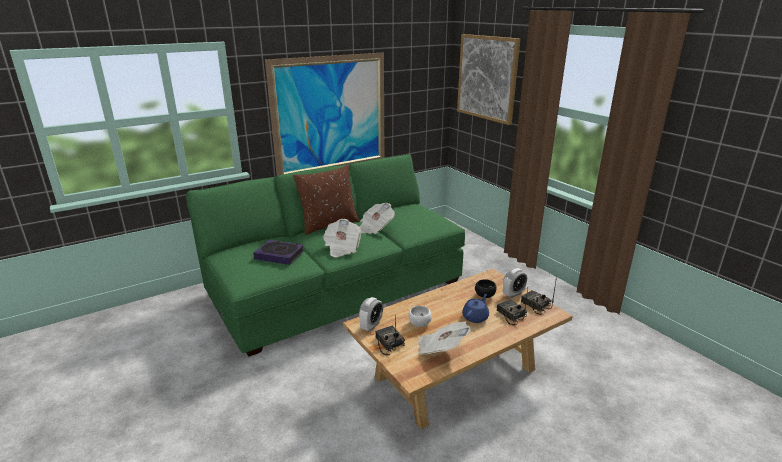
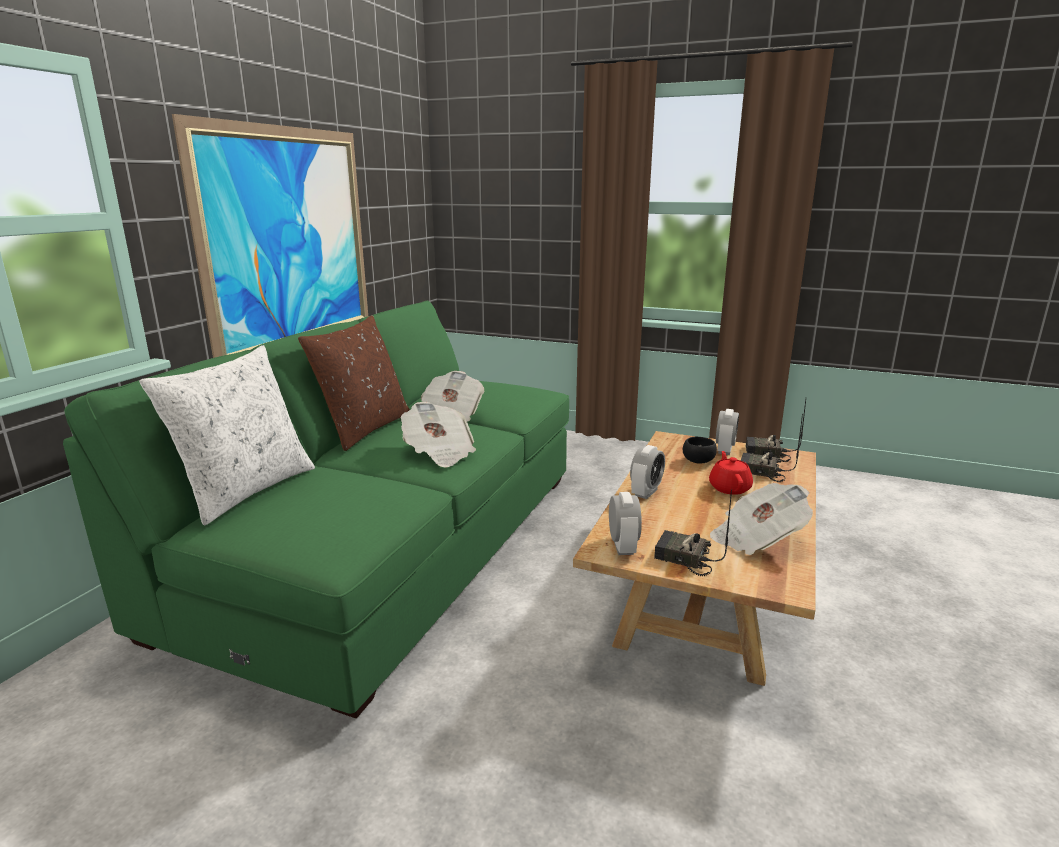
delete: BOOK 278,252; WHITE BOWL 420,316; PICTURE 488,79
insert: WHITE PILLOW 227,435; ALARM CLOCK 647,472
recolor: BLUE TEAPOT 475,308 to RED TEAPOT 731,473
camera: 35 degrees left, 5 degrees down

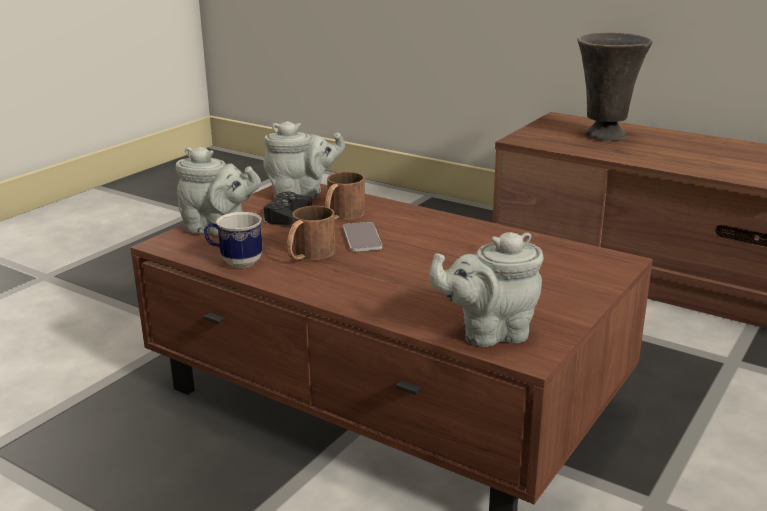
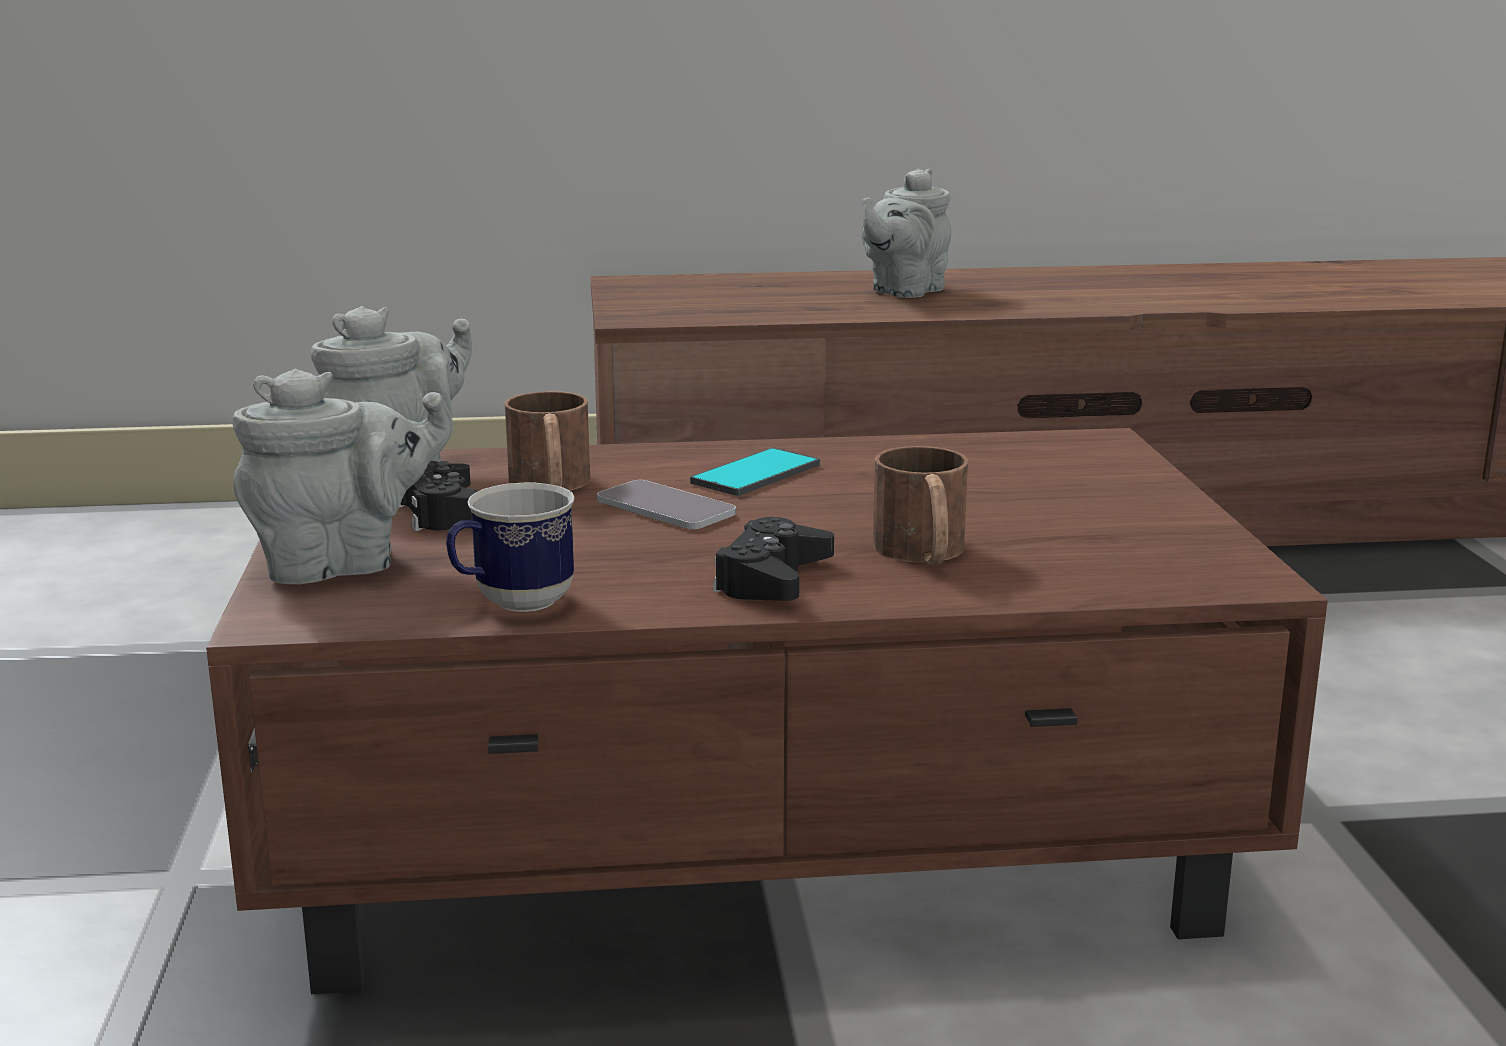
delete: GREY VASE 615,86
insert: PHONE 755,472; BLACK GAME CONTROLLER 773,559
move: BROWN MUG 311,233 to 920,505; GREY TEAPOT 486,289 to 906,233
camera: 40 degrees left, 5 degrees down

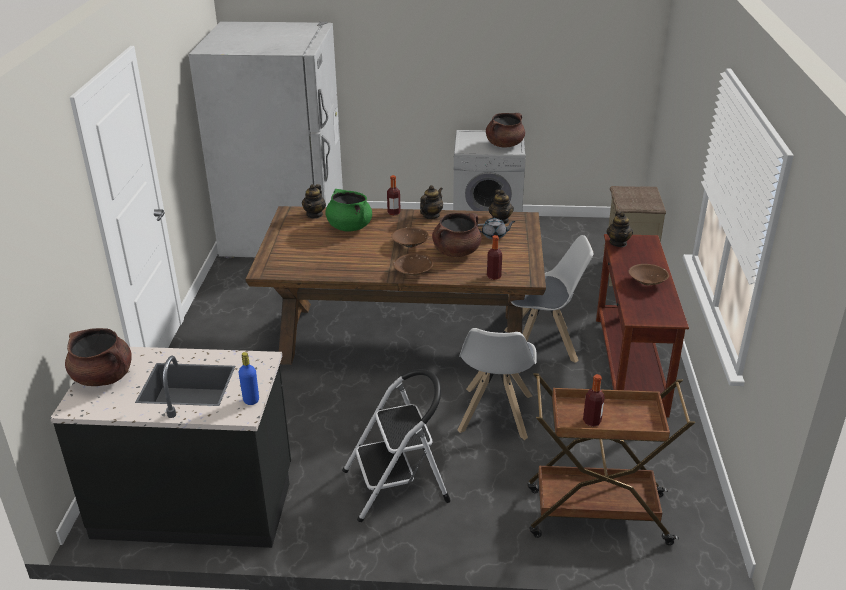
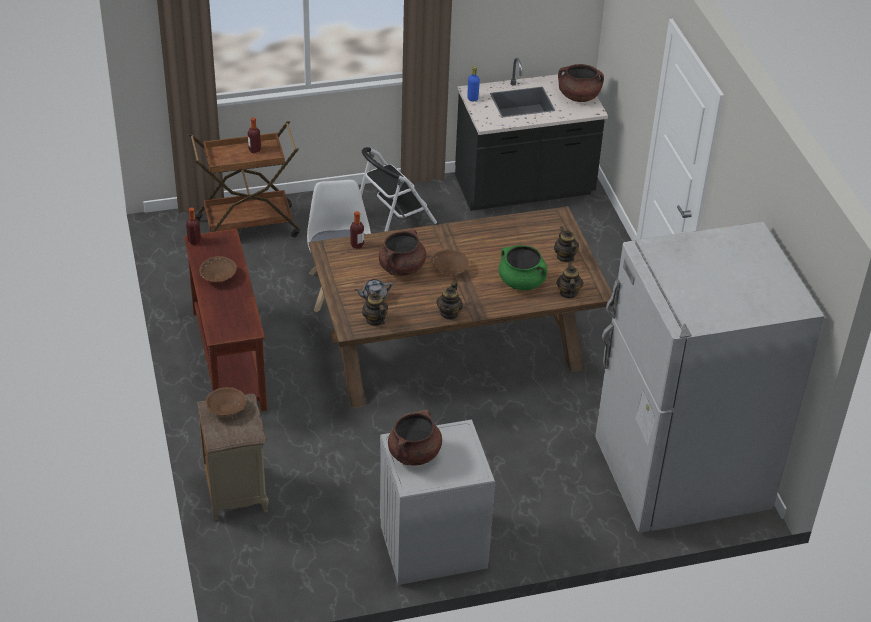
delete: CHAIR 549,299
move: BOTTLE 394,195 to 193,226; BROWN BOWL 413,264 to 226,401; TEAPOT 620,229 to 566,244
camera: 160 degrees right, 10 degrees up

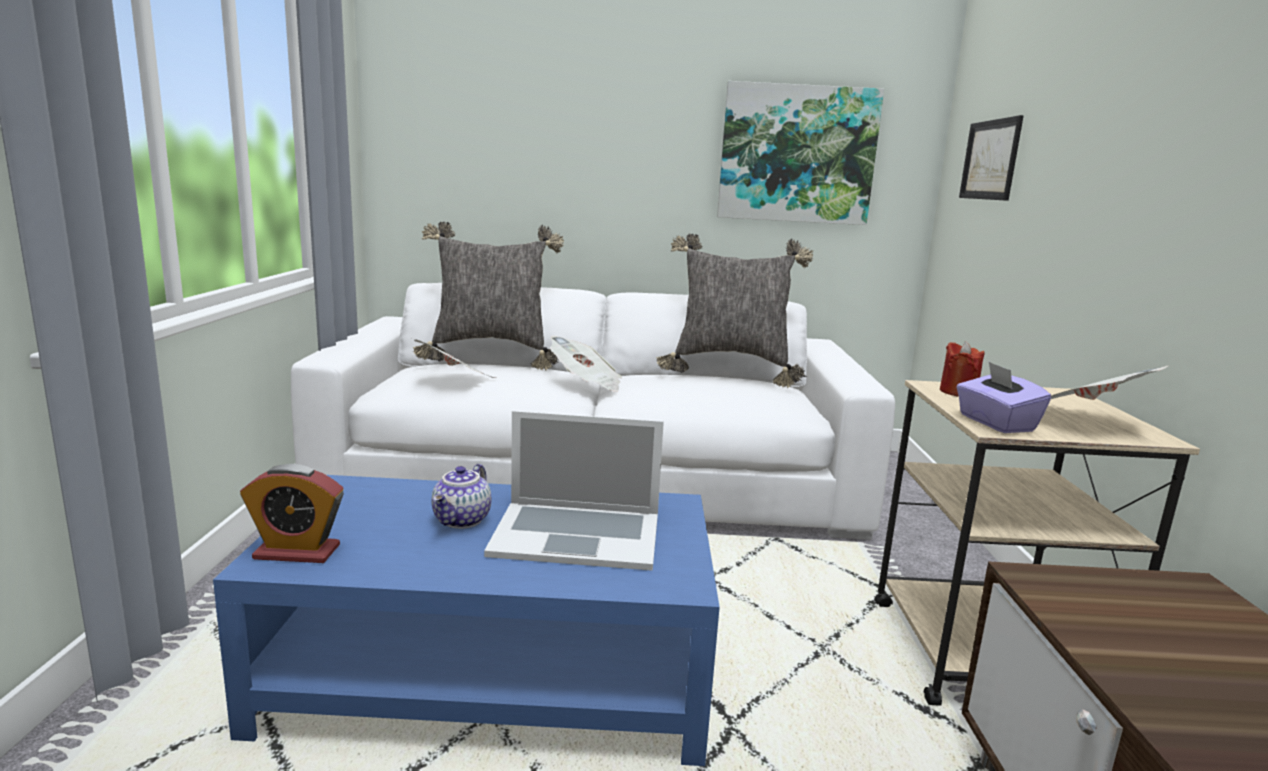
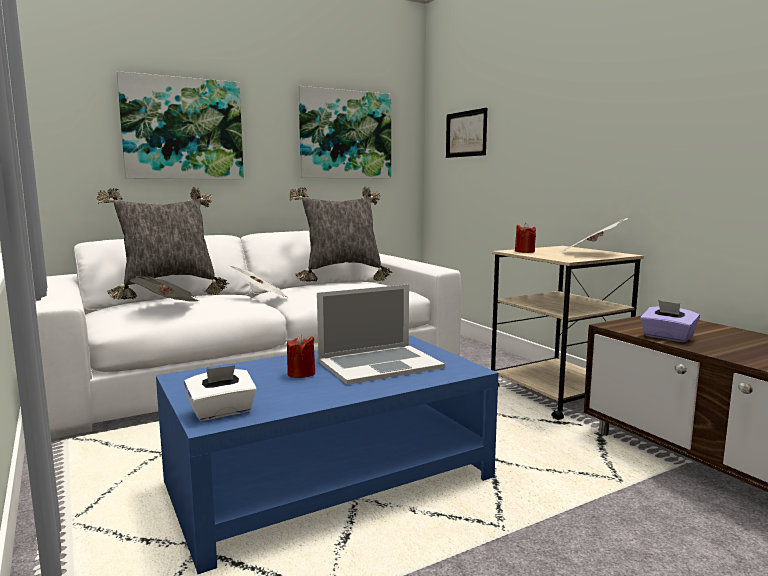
insert: PICTURE 180,125
move: PURPLE TISSUE BOX 1004,397 to 670,321
replace: ALARM CLOCK 292,513 to WHITE TISSUE BOX 220,393; TEAPOT 461,496 to RED CANDLE 301,356
camera: 30 degrees left, 5 degrees down

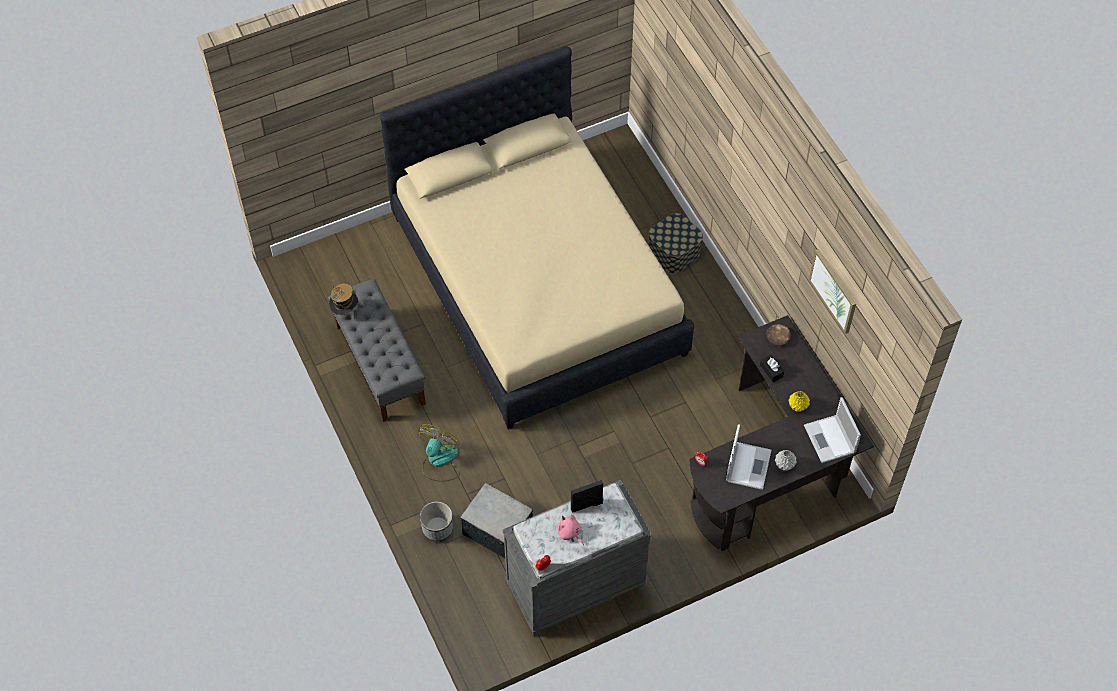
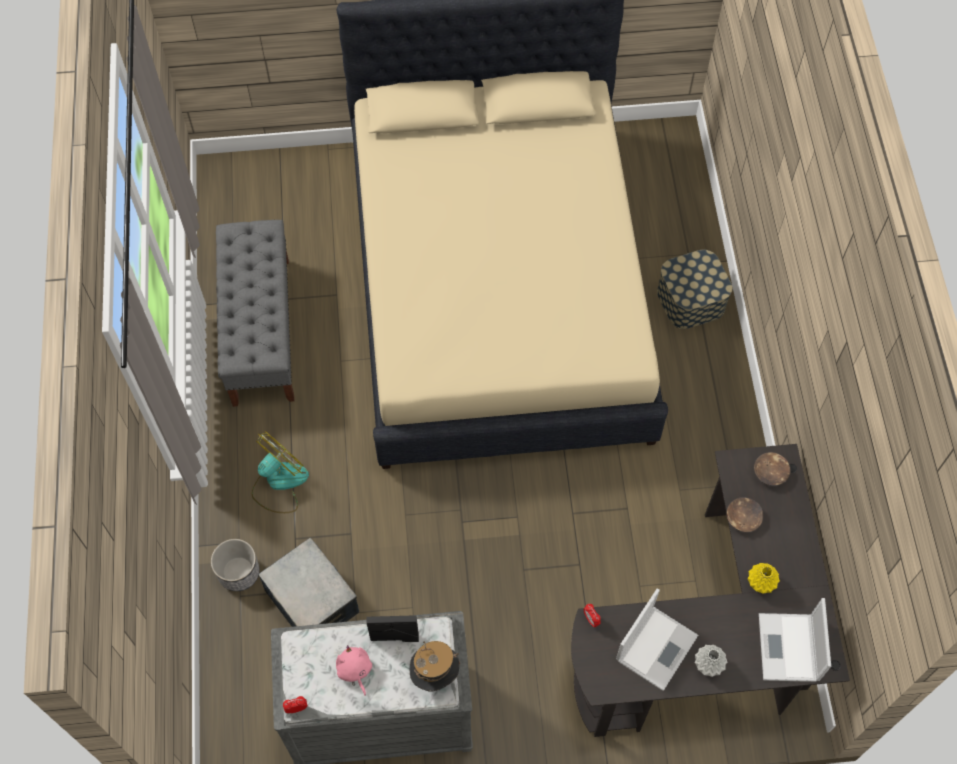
delete: PICTURE 832,291
move: HAT 343,299 to 435,666
replace: BLACK TISSUE BOX 772,368 to BROWN BOWL 745,514
camera: 20 degrees right, 5 degrees up

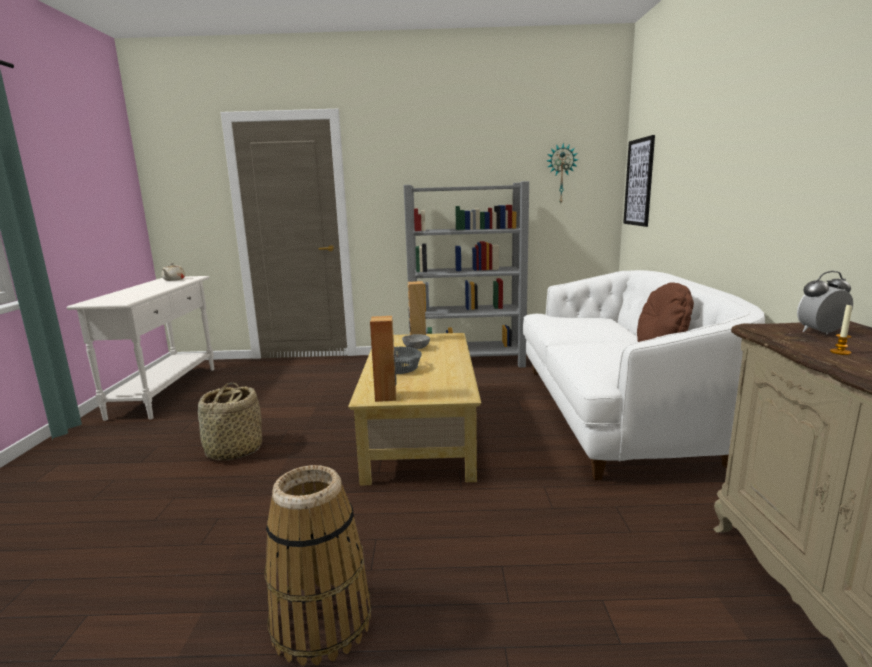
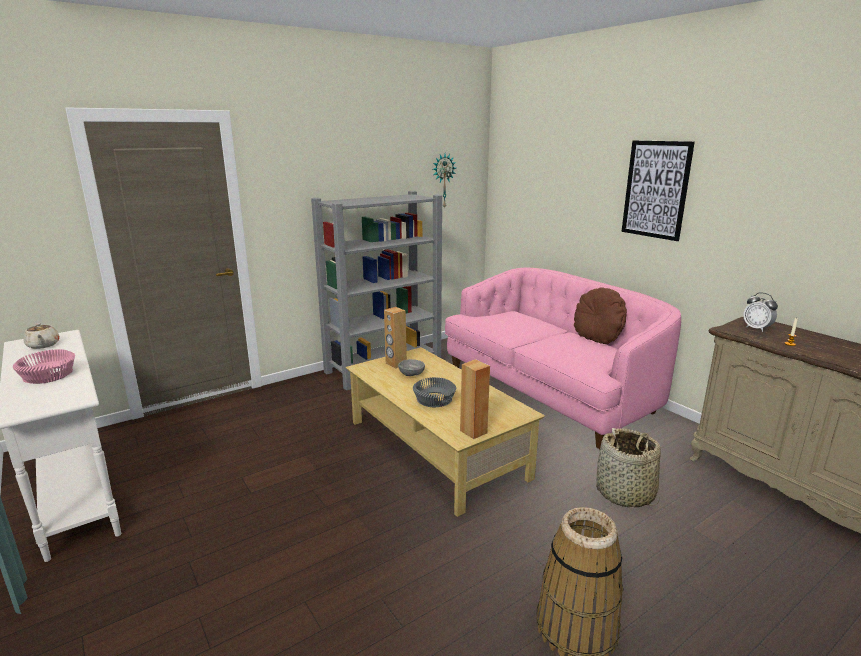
insert: PINK BOWL 44,366
move: BASKET 230,421 to 628,467; PICTURE 639,181 to 658,190
recolor: WHITE SOFA 644,375 to PINK SOFA 563,358
rotate: ALARM CLOCK 825,302 = 760,312 75 degrees counterclockwise
camera: 35 degrees left, 5 degrees up

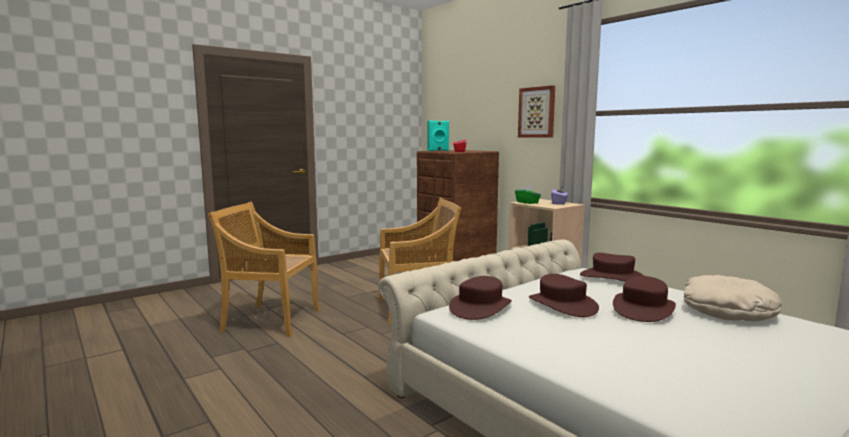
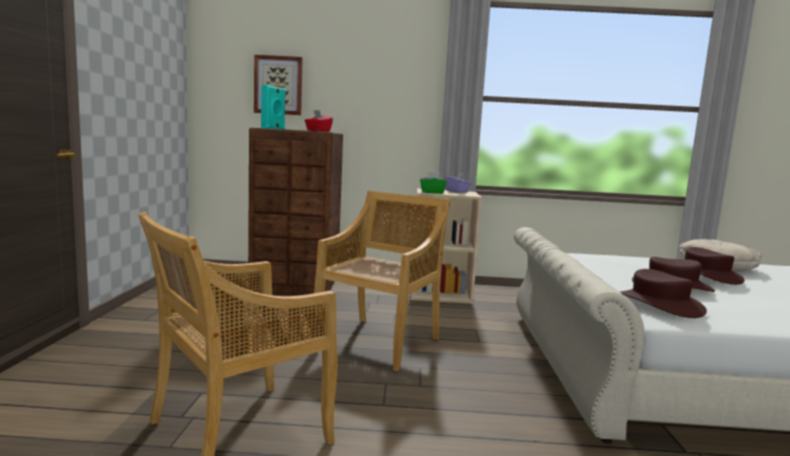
delete: BROWN HAT 612,267
move: PICTURE 536,111 to 278,85
camera: 50 degrees left, 0 degrees up

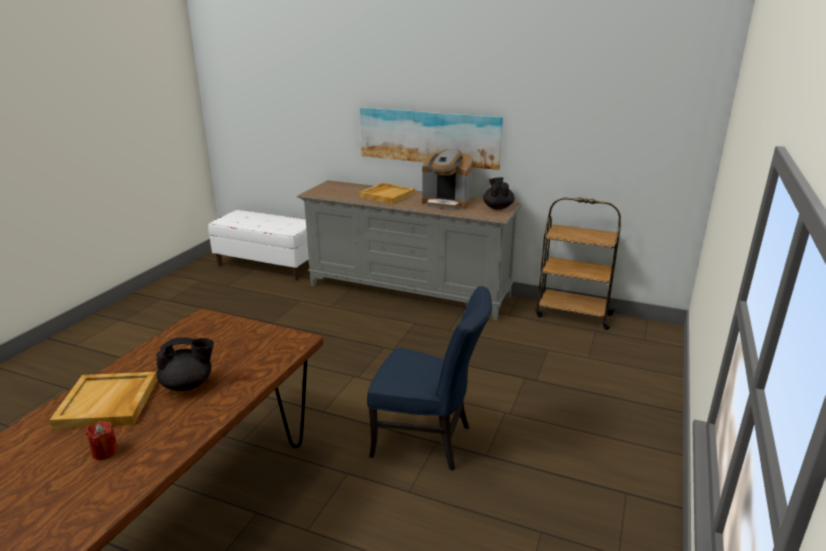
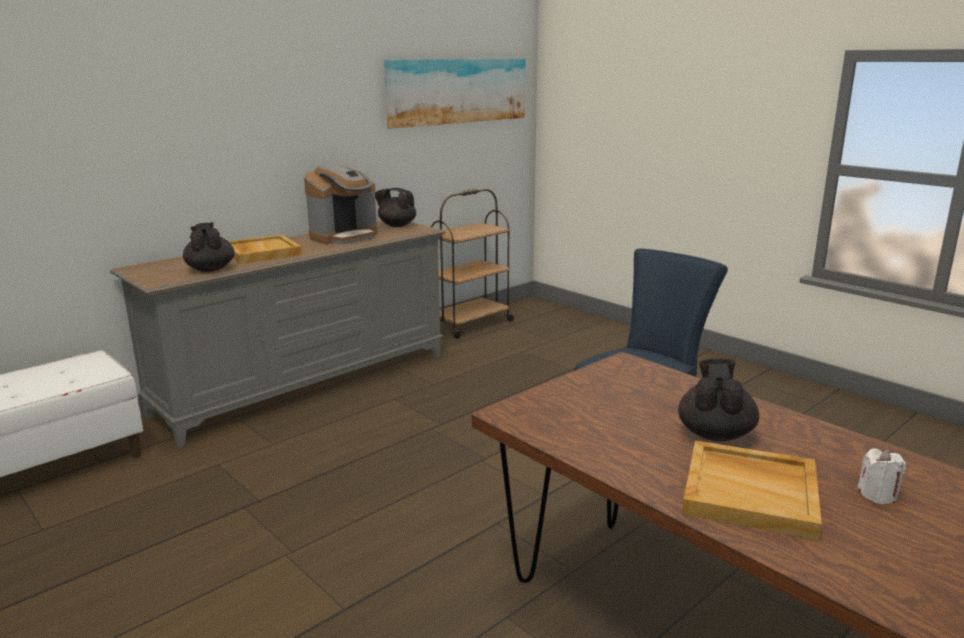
insert: BLACK TEAPOT 209,247
move: PICTURE 431,138 to 454,93
recolor: RED CANDLE 102,440 to WHITE CANDLE 881,476
camera: 65 degrees left, 5 degrees down

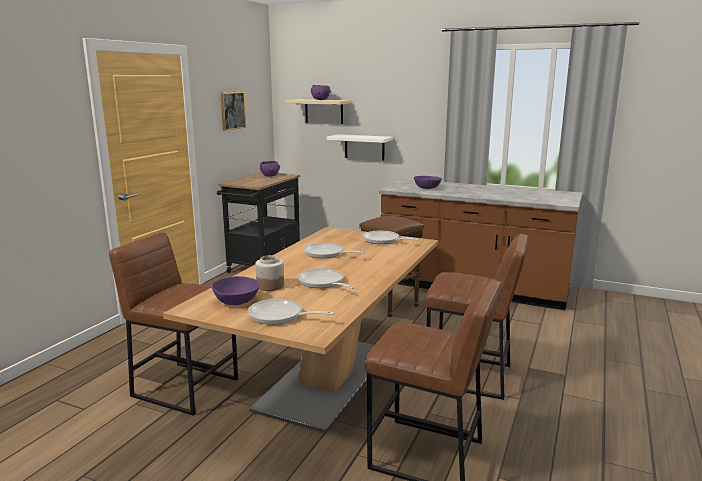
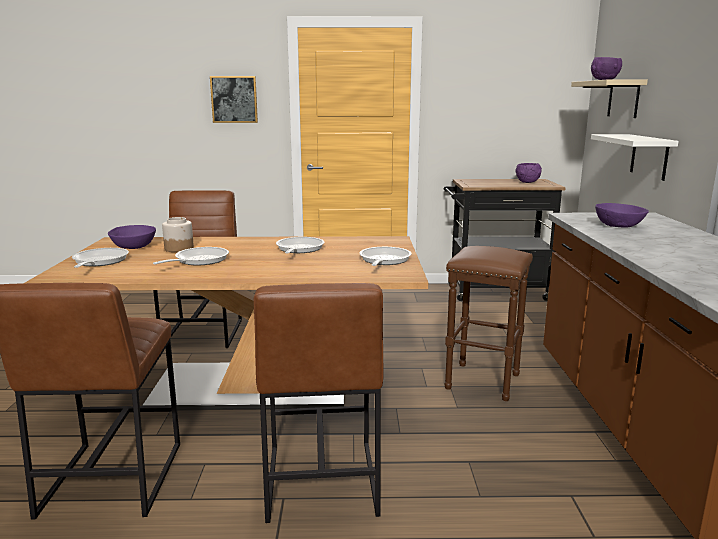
move: PICTURE 233,111 to 234,99
camera: 65 degrees right, 0 degrees up

